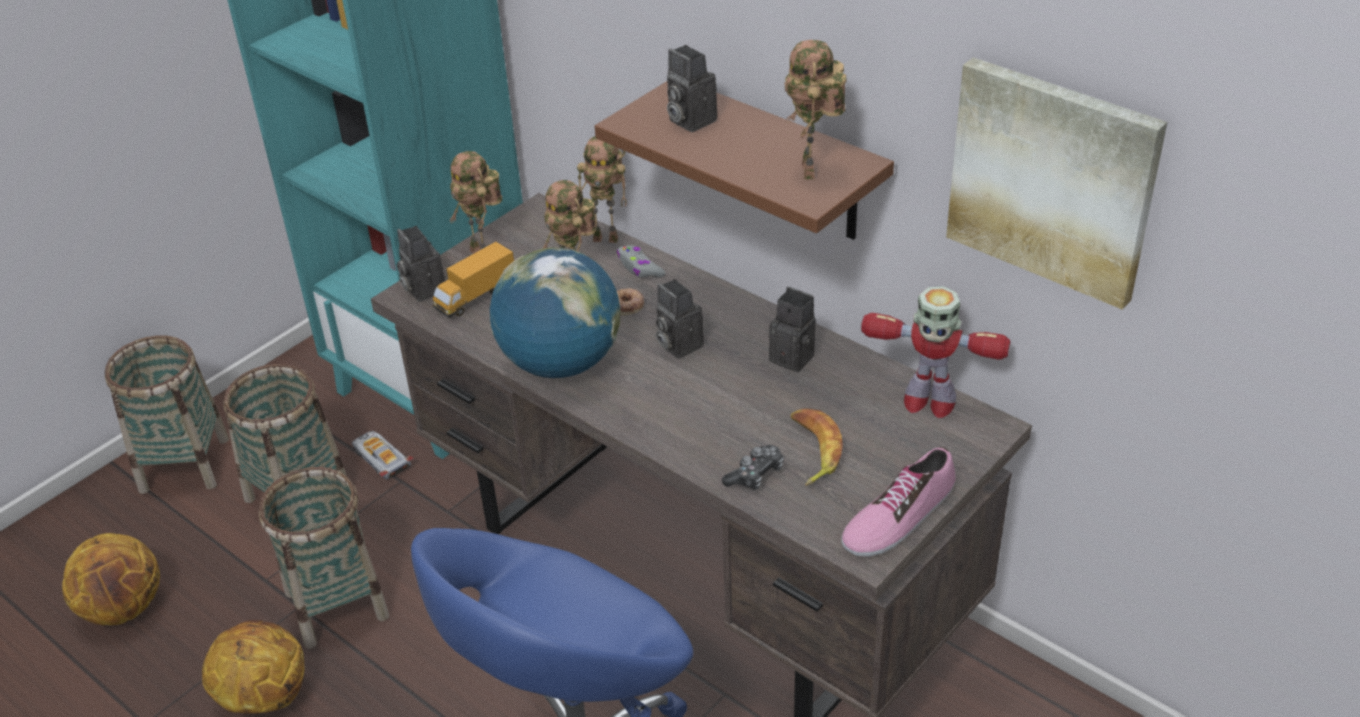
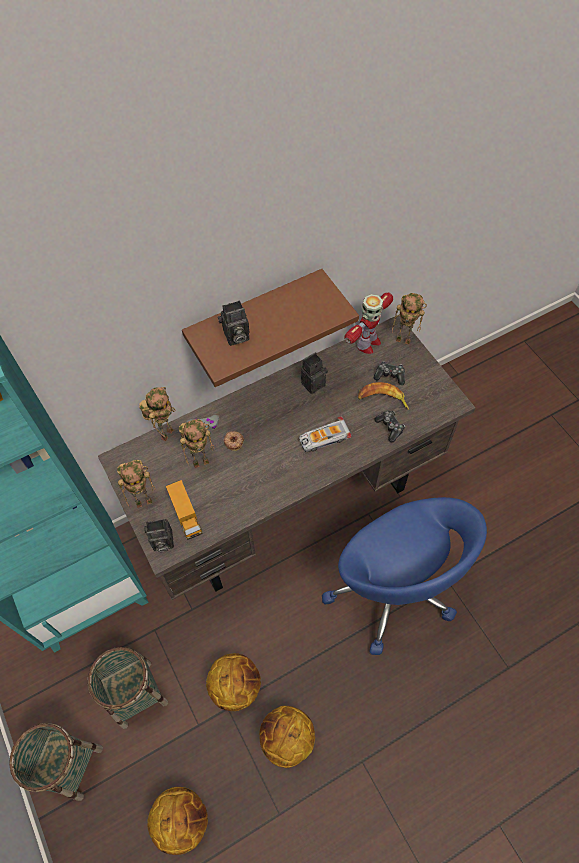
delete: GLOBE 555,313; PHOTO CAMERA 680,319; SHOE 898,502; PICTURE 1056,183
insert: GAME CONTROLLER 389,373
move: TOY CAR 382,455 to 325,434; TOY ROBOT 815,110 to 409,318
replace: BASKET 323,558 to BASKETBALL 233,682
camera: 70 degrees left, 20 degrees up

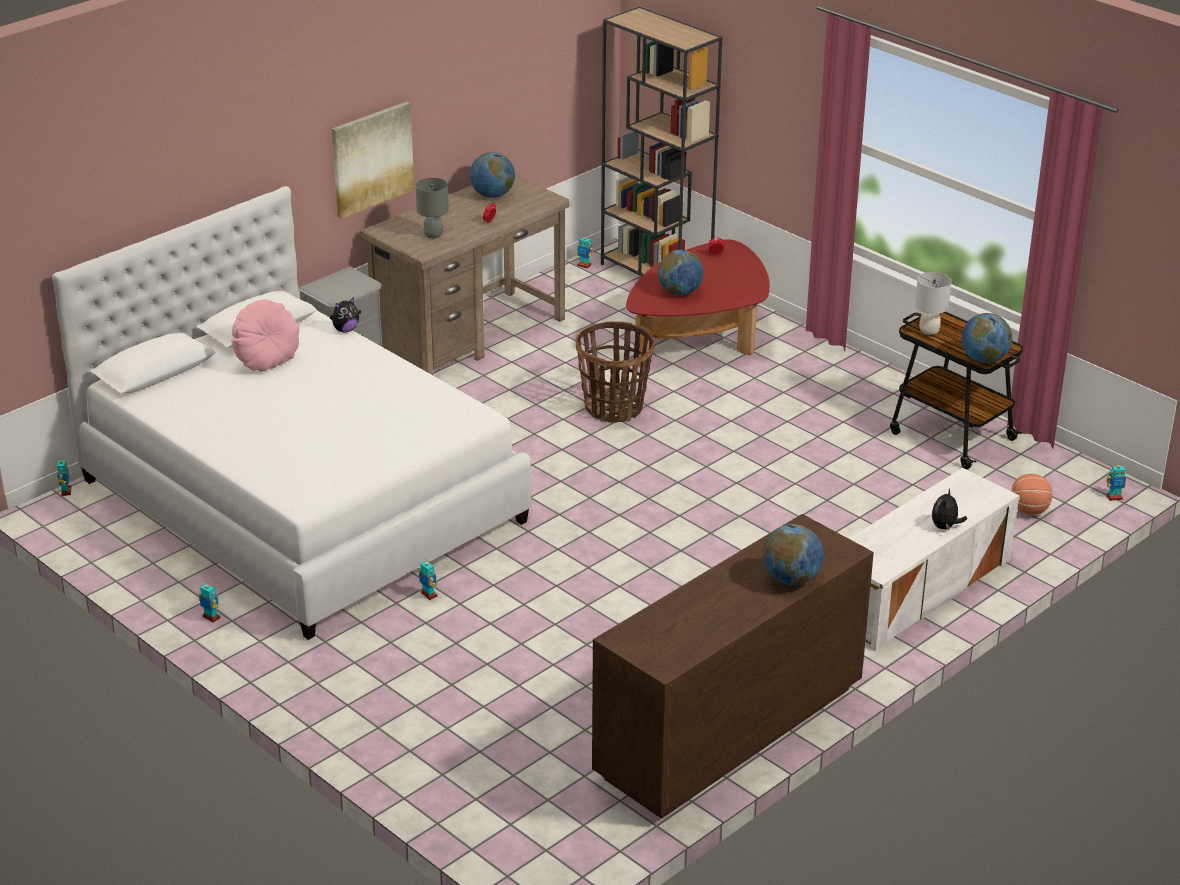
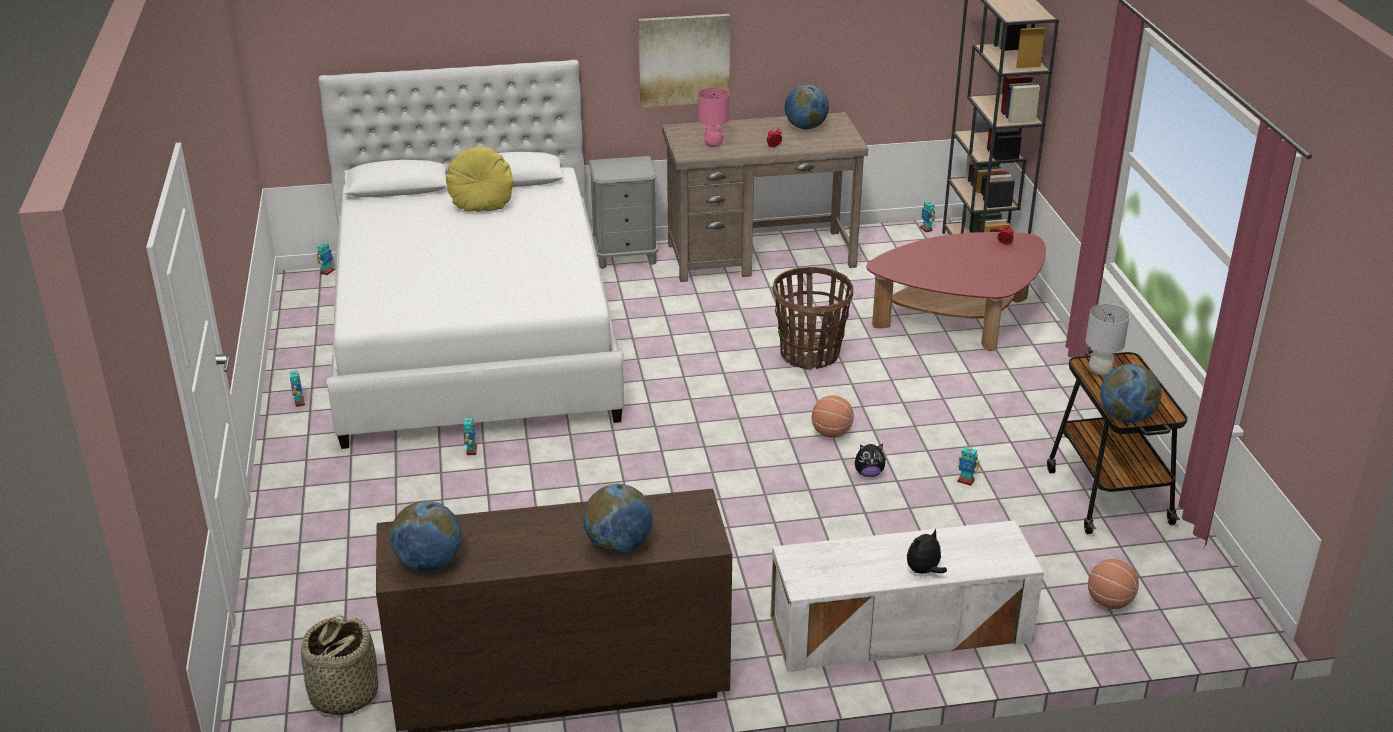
insert: BASKET 339,665; BASKETBALL 833,416
move: PLUSH TOY 344,315 to 870,460; GLOBE 681,272 to 425,536; TOY ROBOT 1116,481 to 968,465
recolor: PINK PILLOW 265,335 to YELLOW PILLOW 480,179; GREY TABLE LAMP 432,208 to PINK TABLE LAMP 714,117
camera: 35 degrees right, 0 degrees up

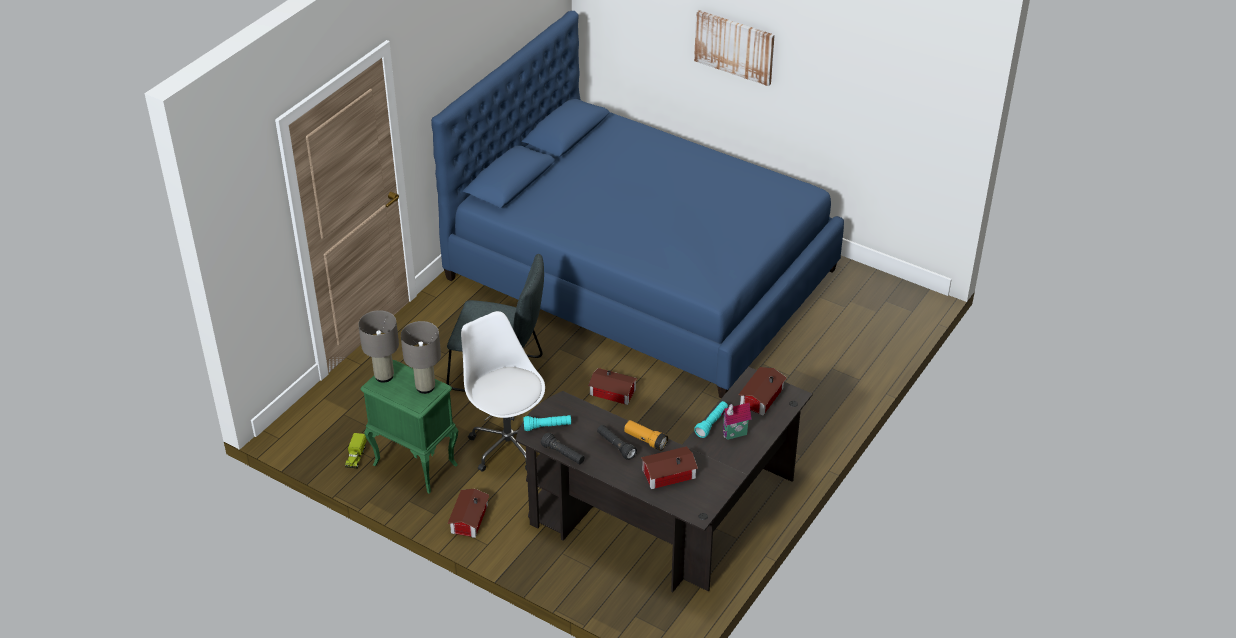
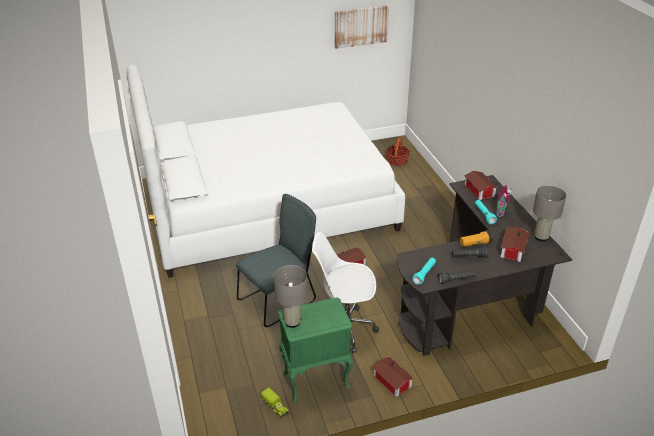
insert: BASKET 397,151
move: GREY TABLE LAMP 421,357 to 549,213; PICTURE 734,48 to 362,27
recolor: BLUE BED 637,204 to WHITE BED 265,171
camera: 50 degrees left, 5 degrees down

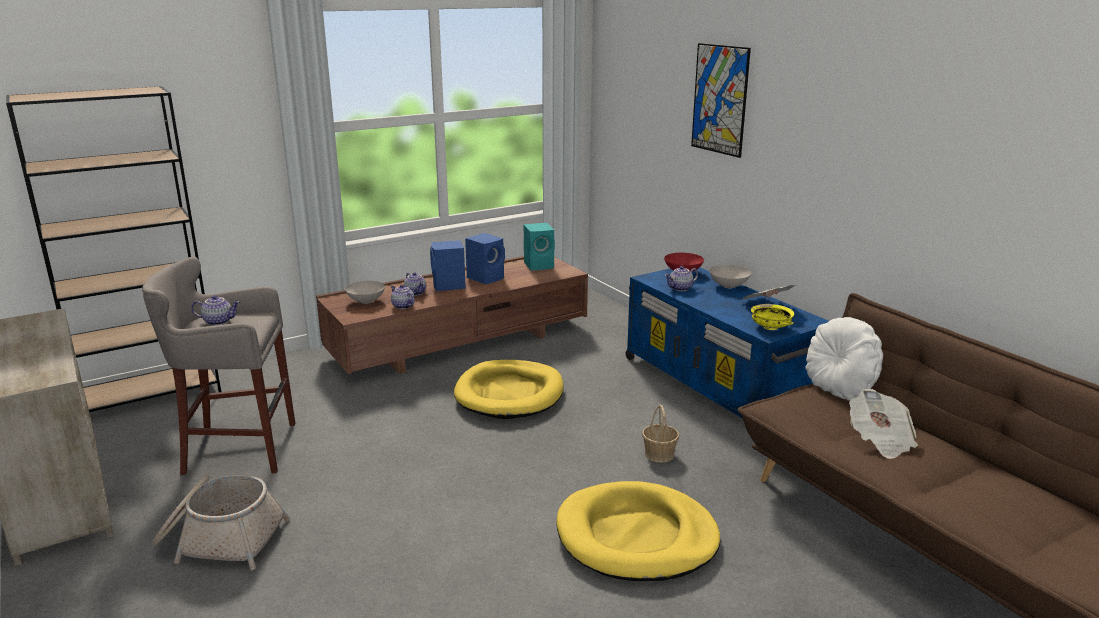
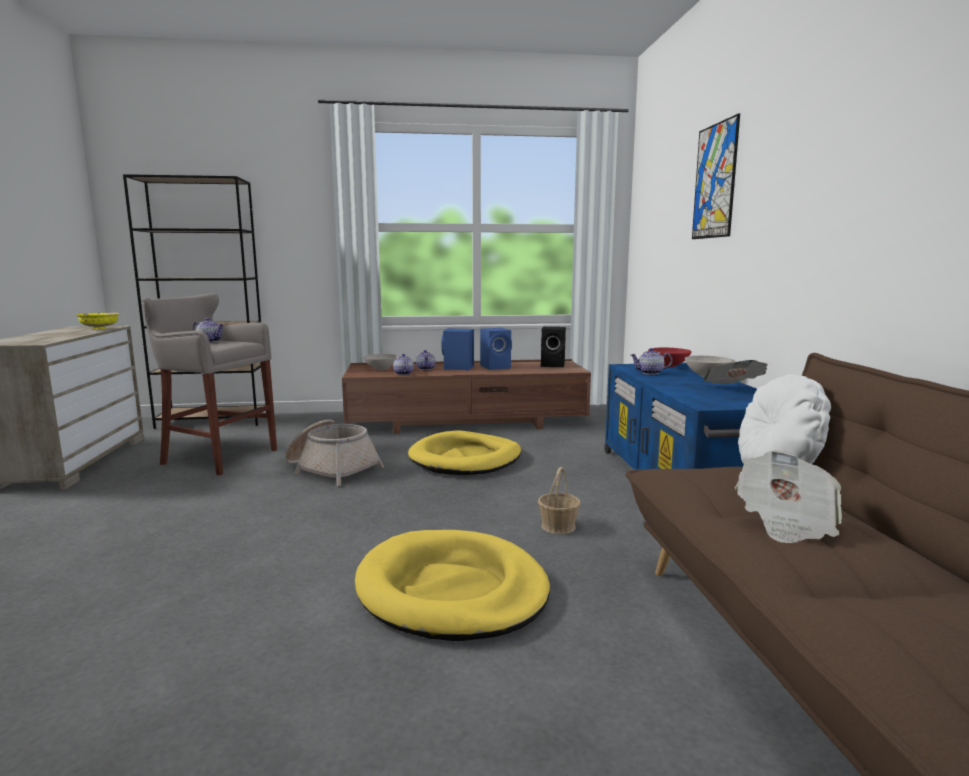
move: BASKET 221,522 to 334,453; YELLOW BOWL 772,317 to 97,321
recolor: TURQUOISE SPEAKER 539,246 to BLACK SPEAKER 553,347
camera: 25 degrees right, 10 degrees down

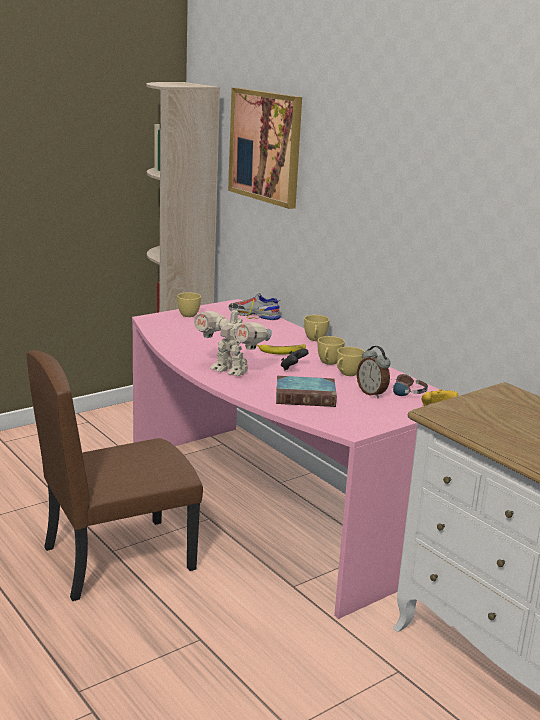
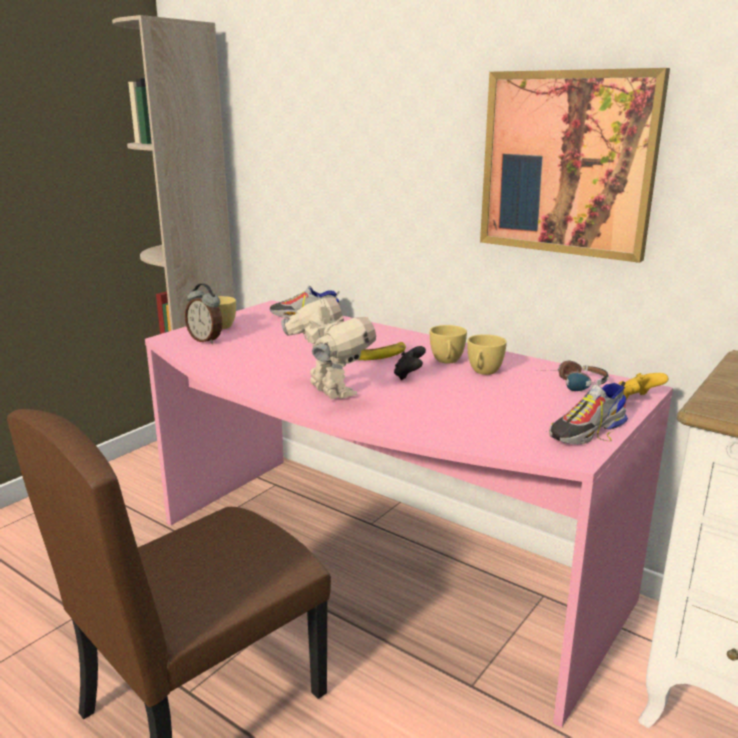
delete: BOOK 306,391; YELLOW CUP 317,328
insert: SHOE 588,412
move: PICTURE 265,148 to 575,165; ALARM CLOCK 373,372 to 204,313
rotate: TOY ROBOT 233,340 = 328,346 135 degrees counterclockwise
camera: 15 degrees left, 0 degrees up

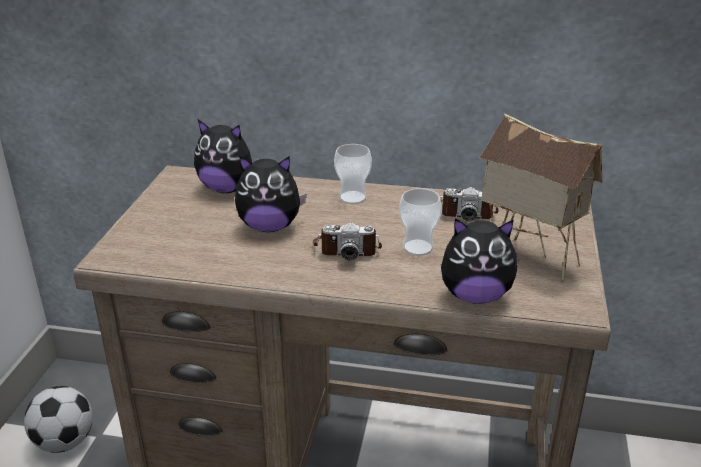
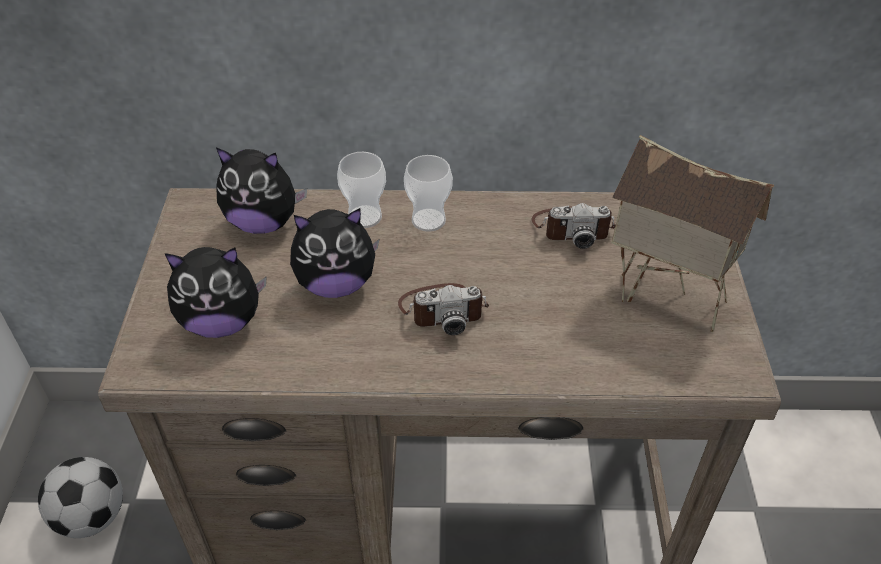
move: CUP 420,222 to 361,190; PLUSH TOY 480,261 to 216,292
camera: 10 degrees left, 15 degrees up

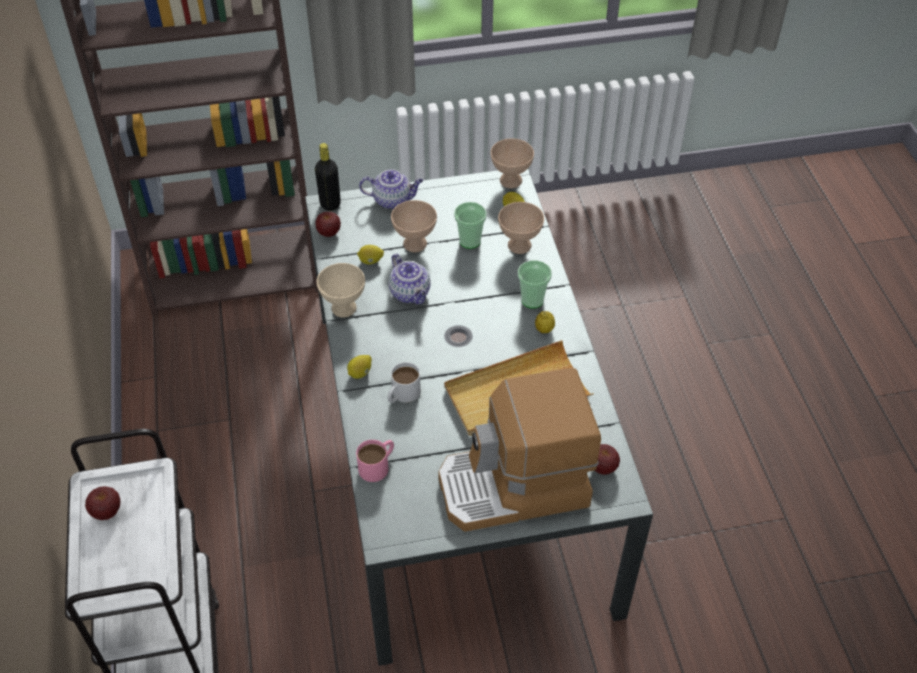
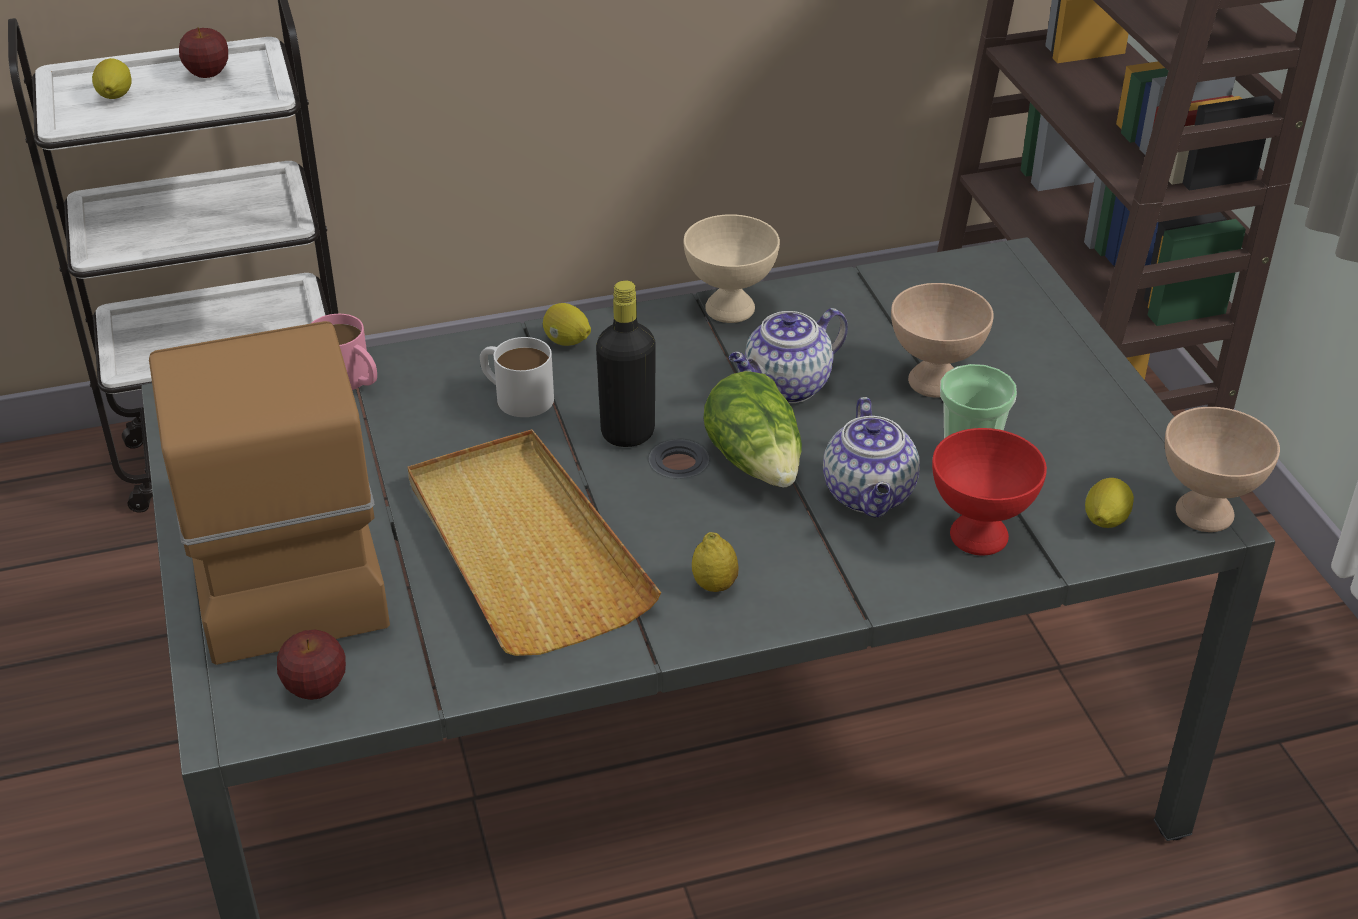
delete: APPLE 328,224; CUP 535,284
insert: LETTUCE 752,429
move: BLACK BOTTLE 328,177 to 626,363; LEMON 370,254 to 111,78; TEAPOT 391,189 to 871,457
recolor: BEIGE BOWL 521,228 to RED BOWL 989,492
camera: 85 degrees right, 10 degrees down

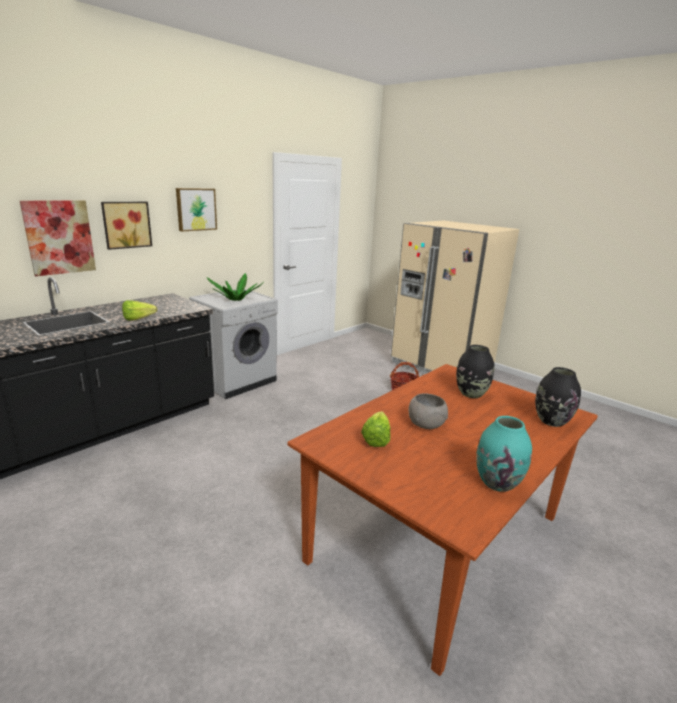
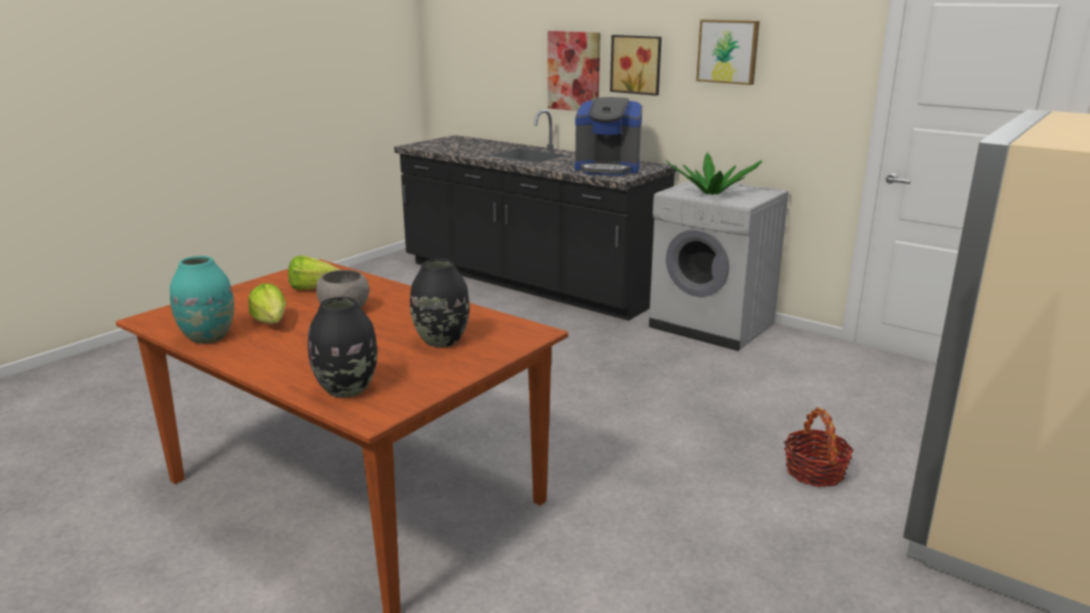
insert: COFFEE MACHINE 608,136
move: LETTUCE 139,310 to 267,303
camera: 85 degrees right, 0 degrees up

